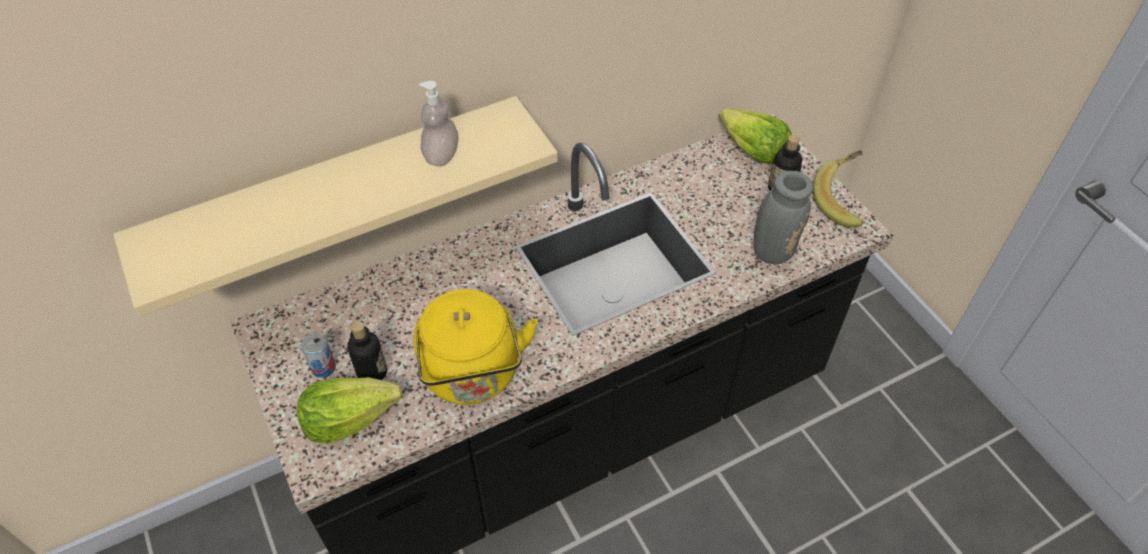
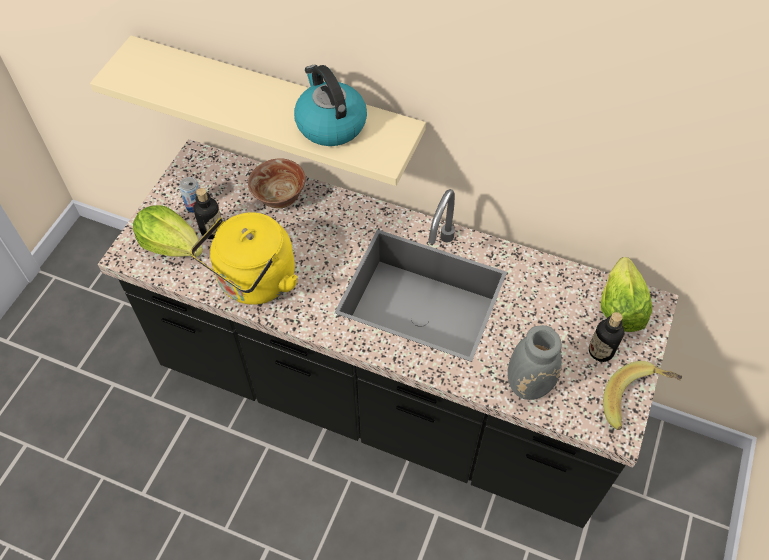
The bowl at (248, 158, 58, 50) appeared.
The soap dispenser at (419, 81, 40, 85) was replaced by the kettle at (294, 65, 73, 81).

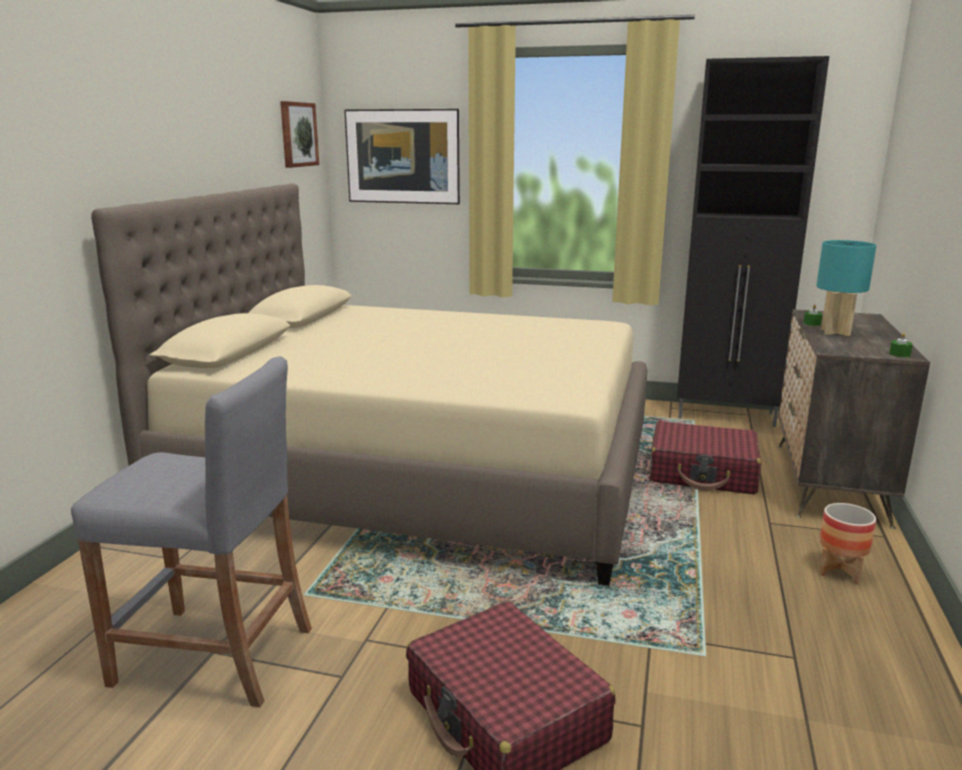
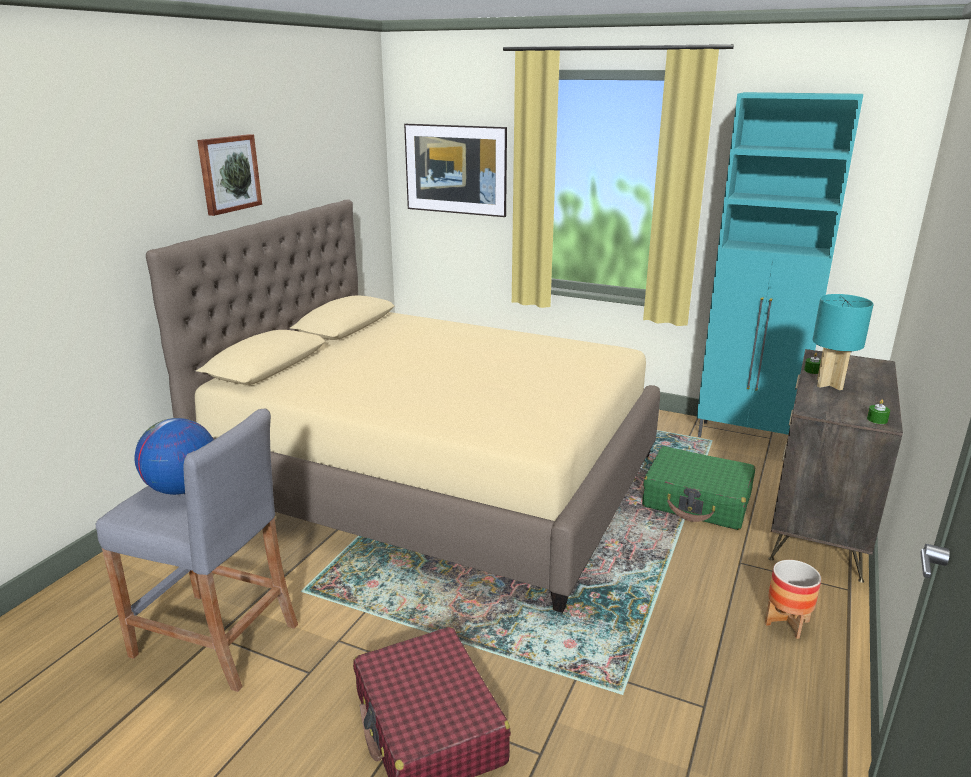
The globe at (135, 418, 79, 77) appeared.
The picture moved from (280, 101, 39, 67) to (197, 134, 65, 82).
The suitcase in red at (650, 421, 112, 73) became the suitcase in green at (642, 446, 113, 84).
The cabinet in black at (677, 56, 152, 371) became the cabinet in turquoise at (697, 92, 166, 345).

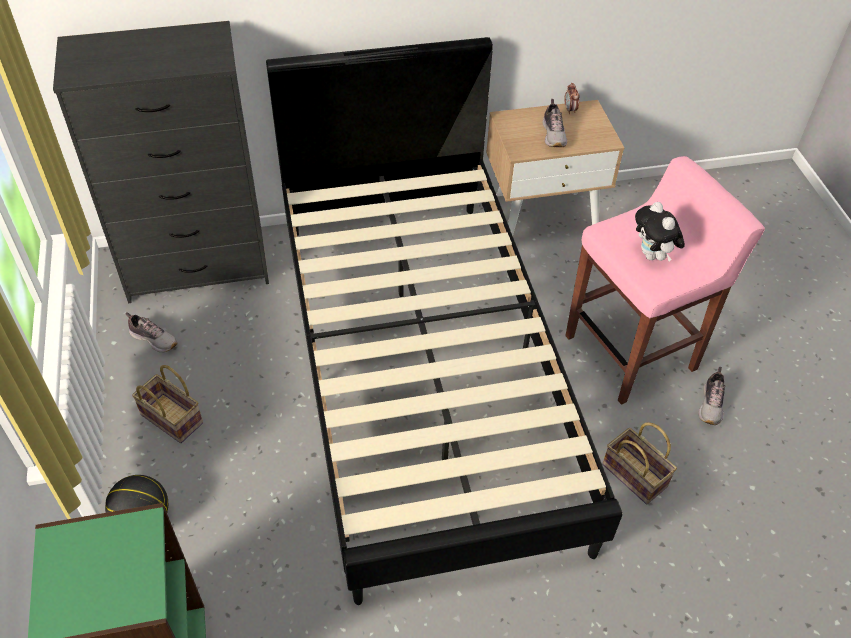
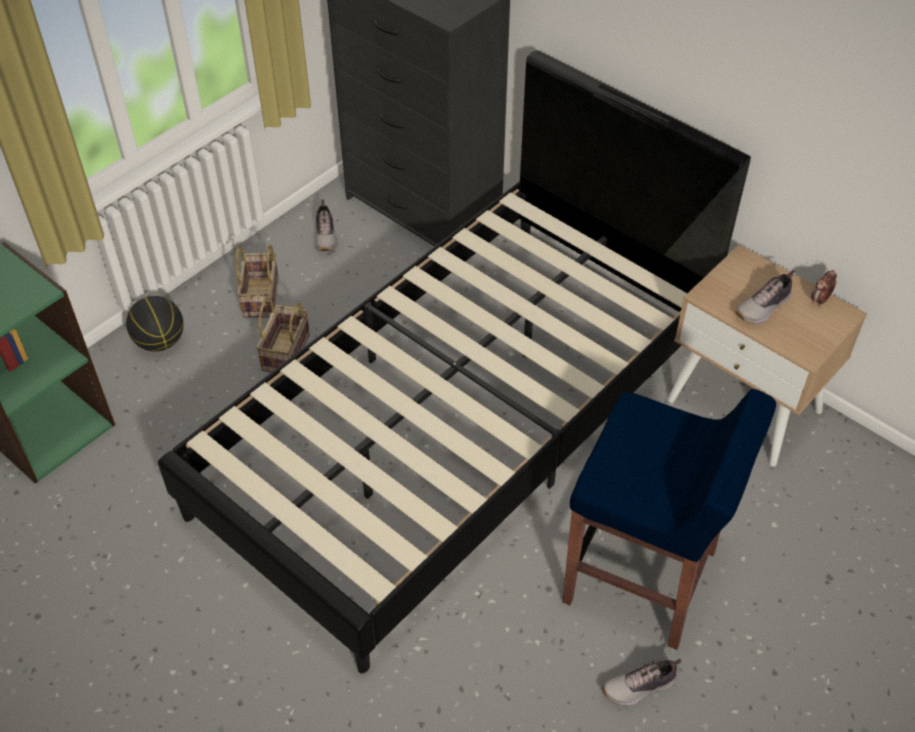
The plush toy at (635, 202, 50, 60) disappeared.
The basket moved from (602, 422, 75, 82) to (256, 297, 54, 75).
The stool in pink at (565, 156, 200, 249) became the stool in blue at (562, 389, 214, 261).

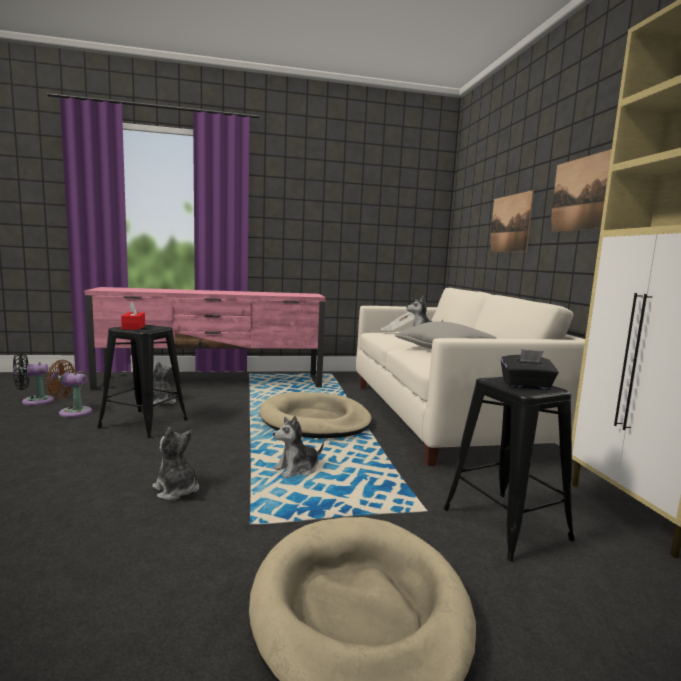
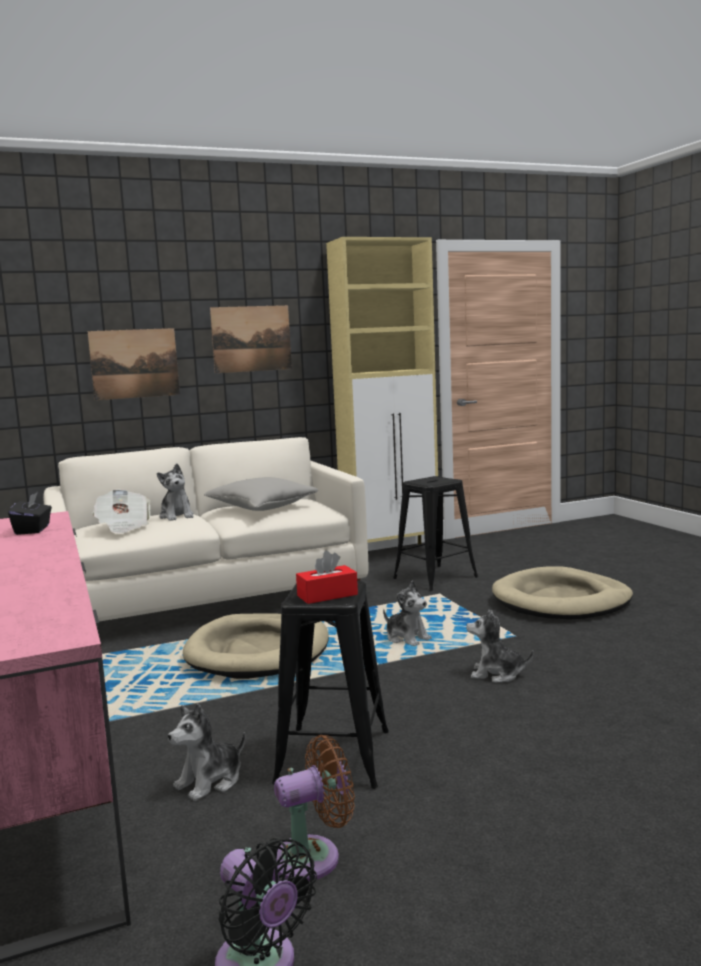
The tissue box in black moved from (501, 349, 58, 41) to (8, 492, 44, 43).
The fan in brown at (45, 360, 47, 58) turned 105 degrees counterclockwise.
The plush toy at (152, 427, 47, 73) turned 75 degrees clockwise.

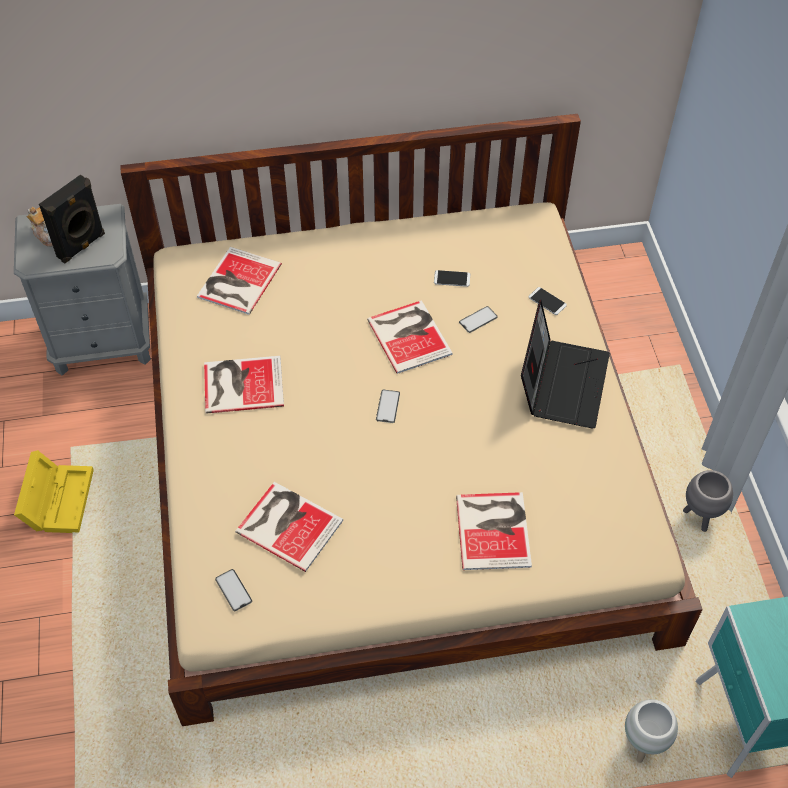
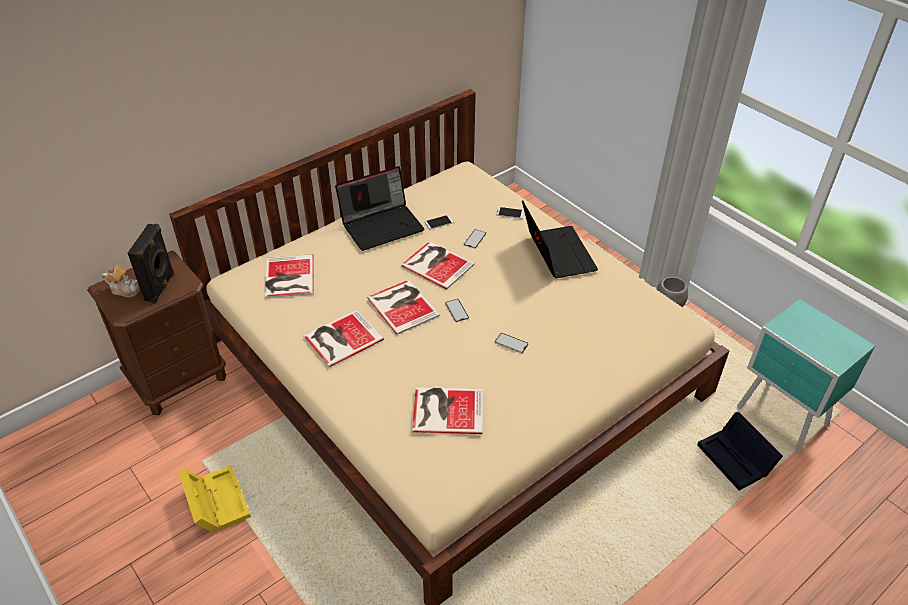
The laptop at (335, 166, 89, 85) appeared.
The phone moved from (215, 569, 37, 42) to (495, 333, 33, 20).
The book moved from (456, 492, 76, 78) to (367, 280, 73, 55).
The planter in white at (625, 699, 53, 64) was replaced by the storage box in black at (697, 412, 86, 78).
The nightstand in grey at (14, 204, 137, 172) became the nightstand in brown at (87, 251, 139, 164).

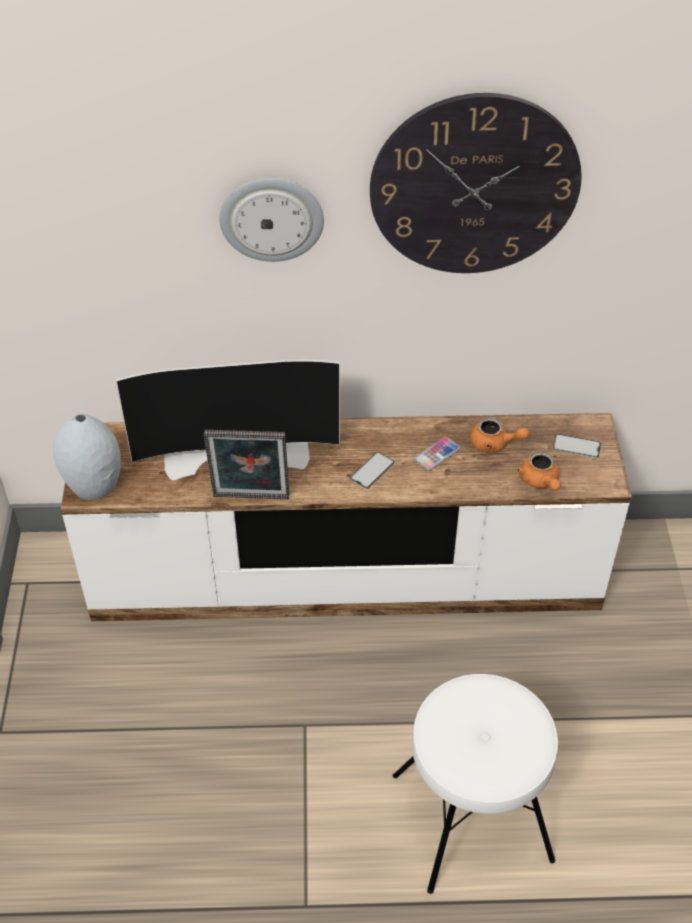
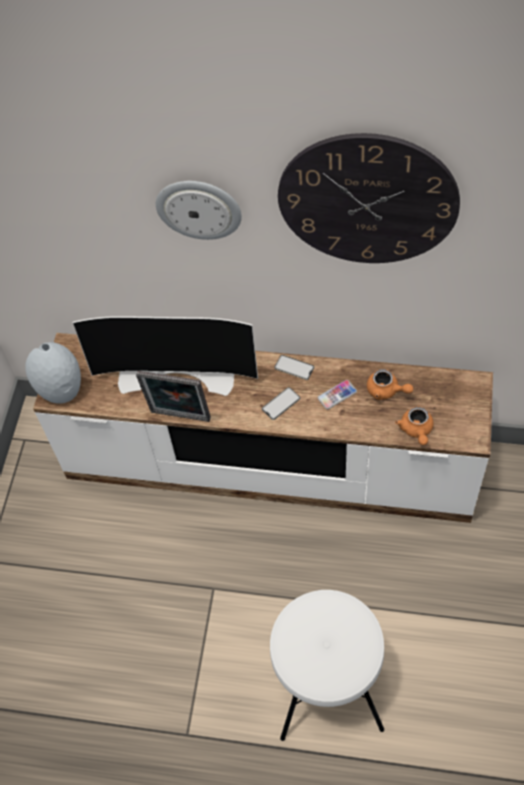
The phone moved from (553, 434, 48, 24) to (274, 355, 40, 25).

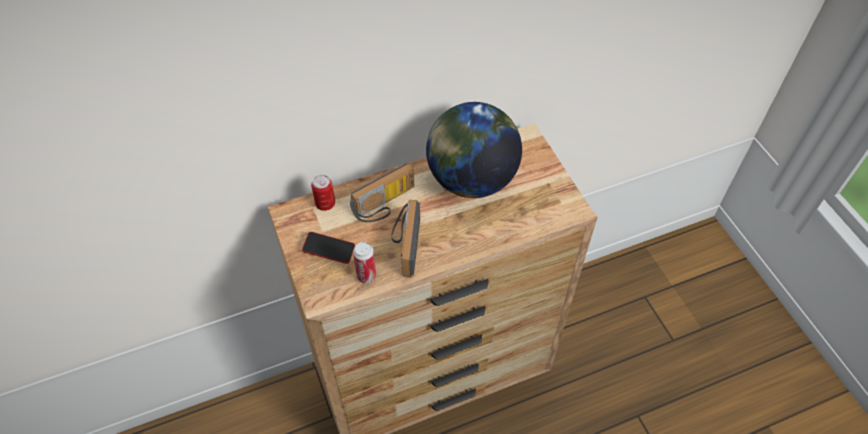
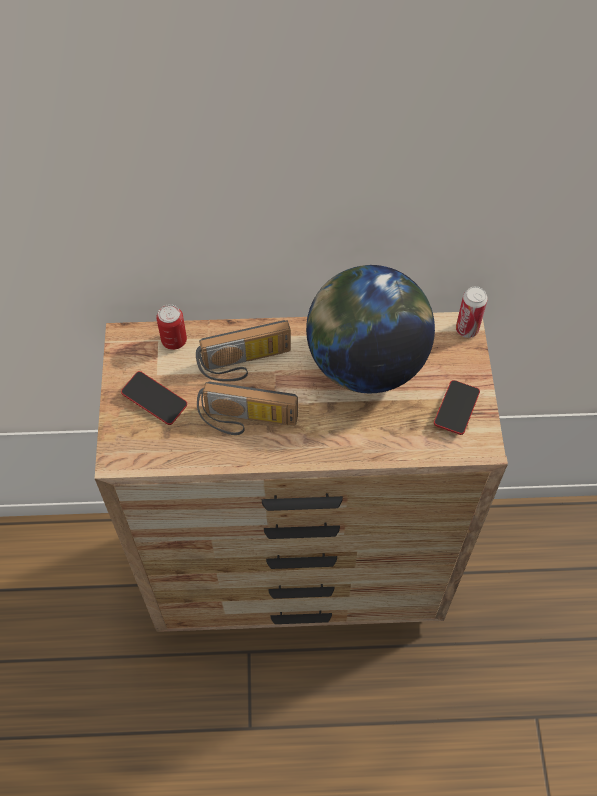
The phone at (434, 380, 46, 55) appeared.
The can moved from (353, 242, 23, 41) to (456, 286, 32, 52).
The radio at (391, 200, 29, 77) turned 105 degrees counterclockwise.

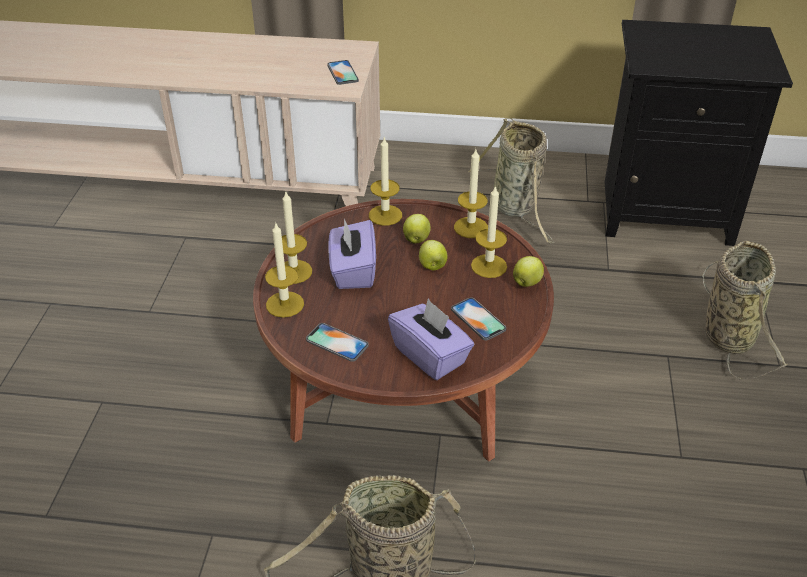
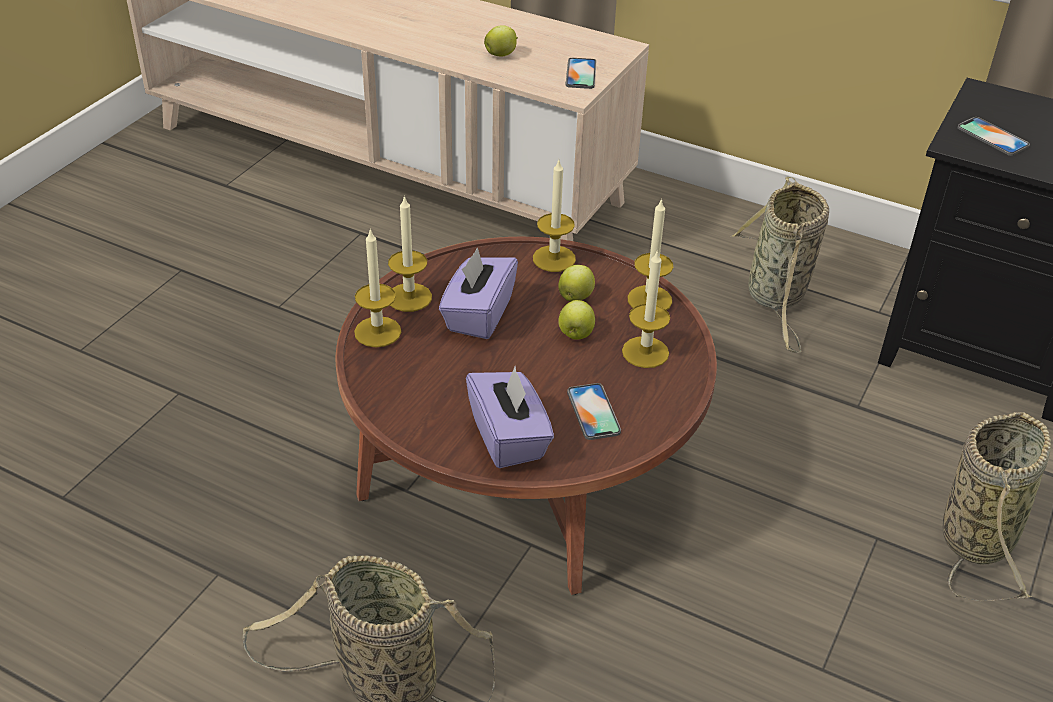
The phone moved from (306, 323, 63, 39) to (957, 117, 73, 39).
The apple moved from (513, 256, 31, 31) to (484, 25, 34, 32).

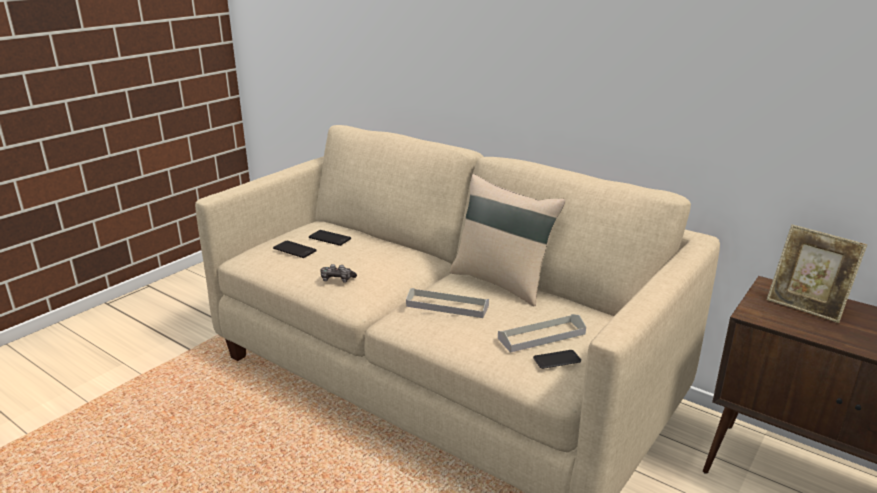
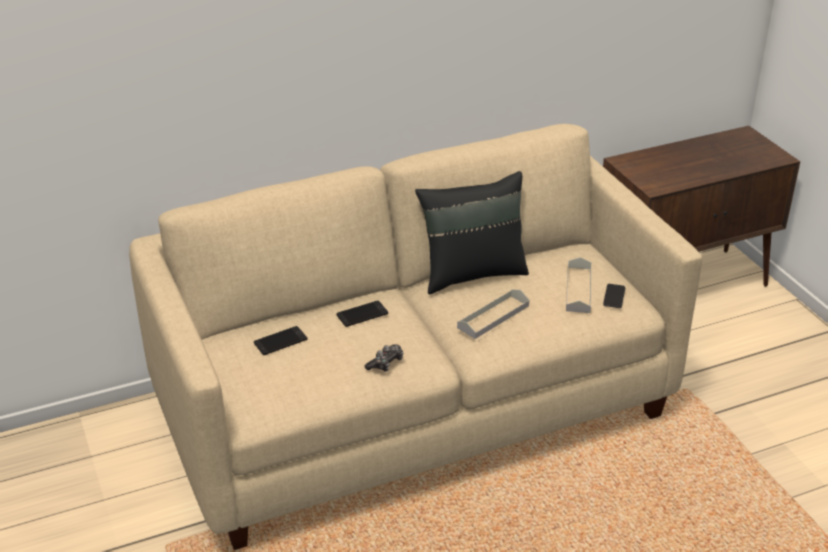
The picture frame at (767, 224, 100, 99) disappeared.
The phone moved from (273, 240, 43, 18) to (337, 301, 51, 26).
The pillow in beige at (450, 174, 115, 133) became the pillow in black at (415, 171, 114, 123).

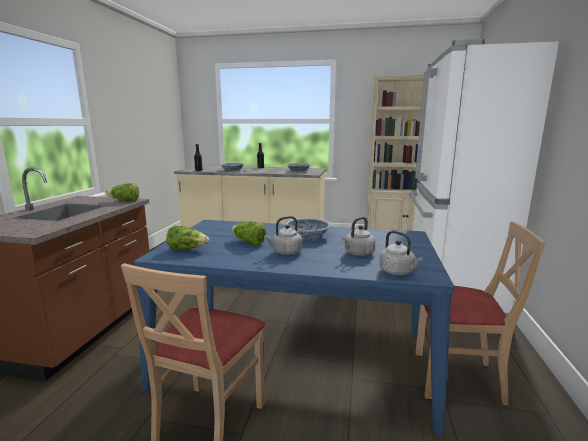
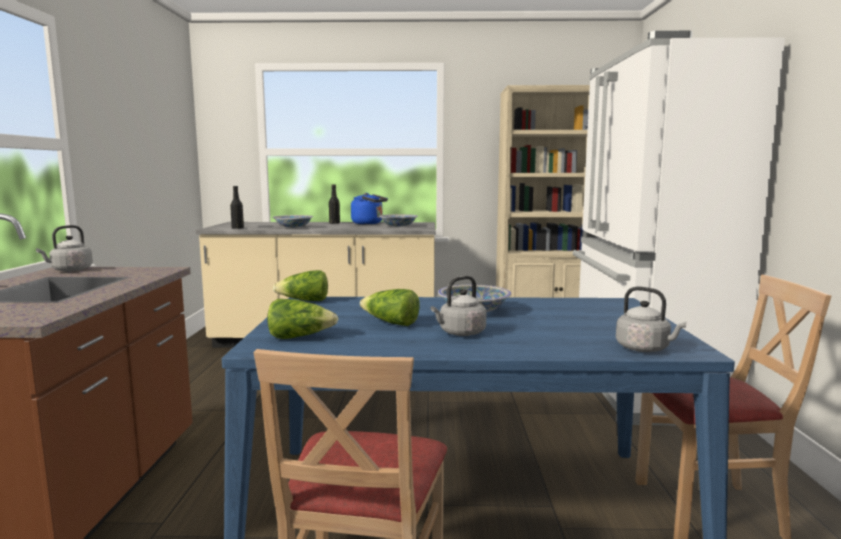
The kettle in blue at (351, 193, 37, 31) appeared.
The lettuce moved from (106, 183, 33, 18) to (273, 270, 55, 31).
The kettle in grey moved from (342, 217, 33, 39) to (36, 225, 57, 47).

